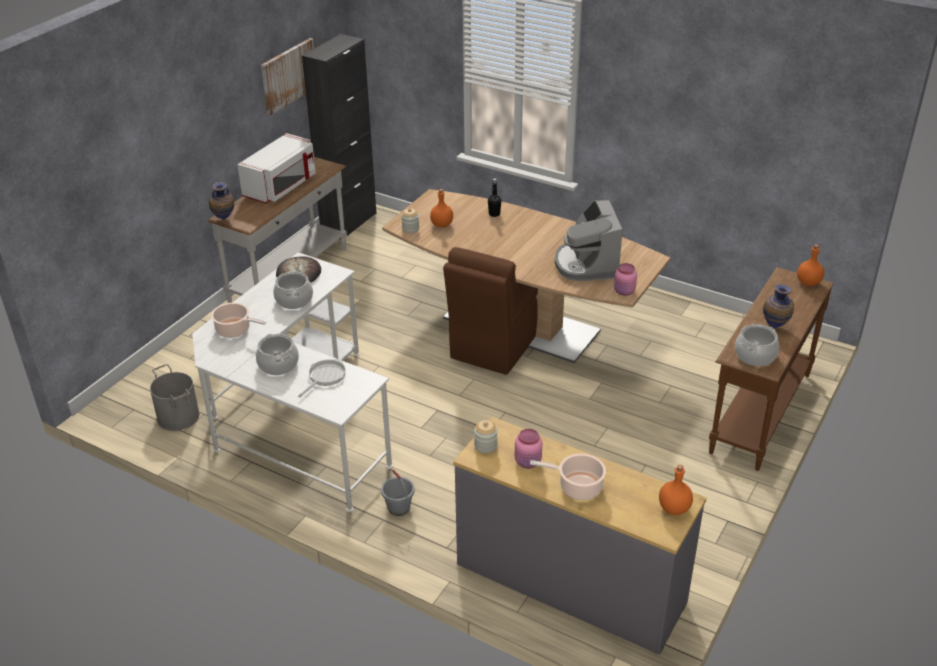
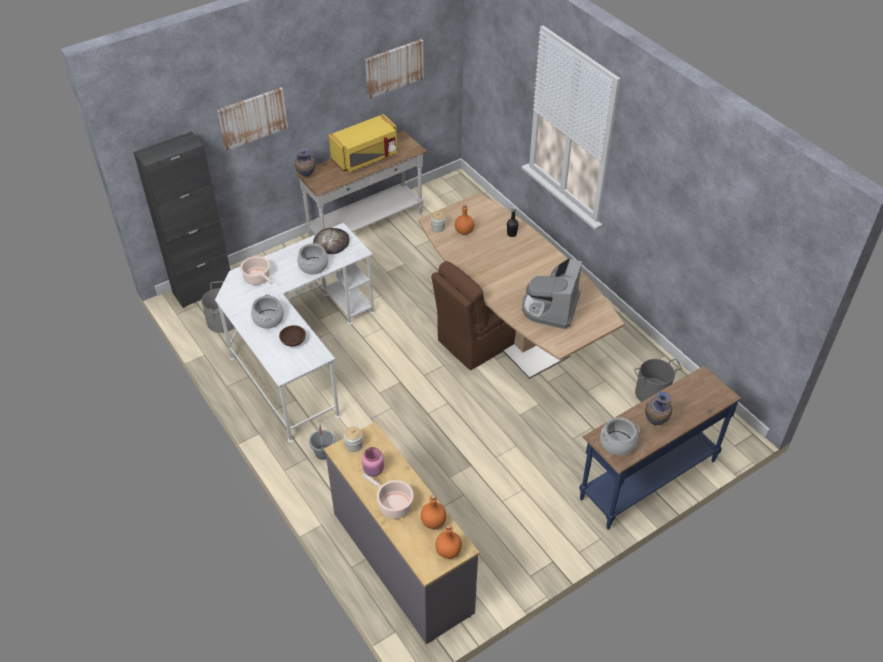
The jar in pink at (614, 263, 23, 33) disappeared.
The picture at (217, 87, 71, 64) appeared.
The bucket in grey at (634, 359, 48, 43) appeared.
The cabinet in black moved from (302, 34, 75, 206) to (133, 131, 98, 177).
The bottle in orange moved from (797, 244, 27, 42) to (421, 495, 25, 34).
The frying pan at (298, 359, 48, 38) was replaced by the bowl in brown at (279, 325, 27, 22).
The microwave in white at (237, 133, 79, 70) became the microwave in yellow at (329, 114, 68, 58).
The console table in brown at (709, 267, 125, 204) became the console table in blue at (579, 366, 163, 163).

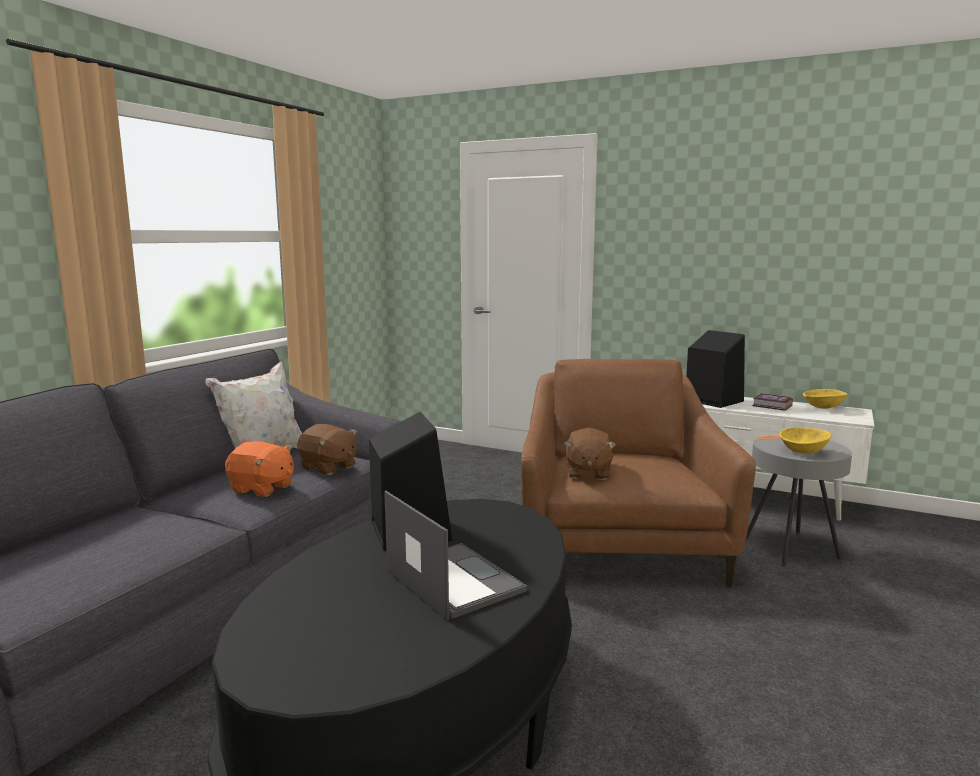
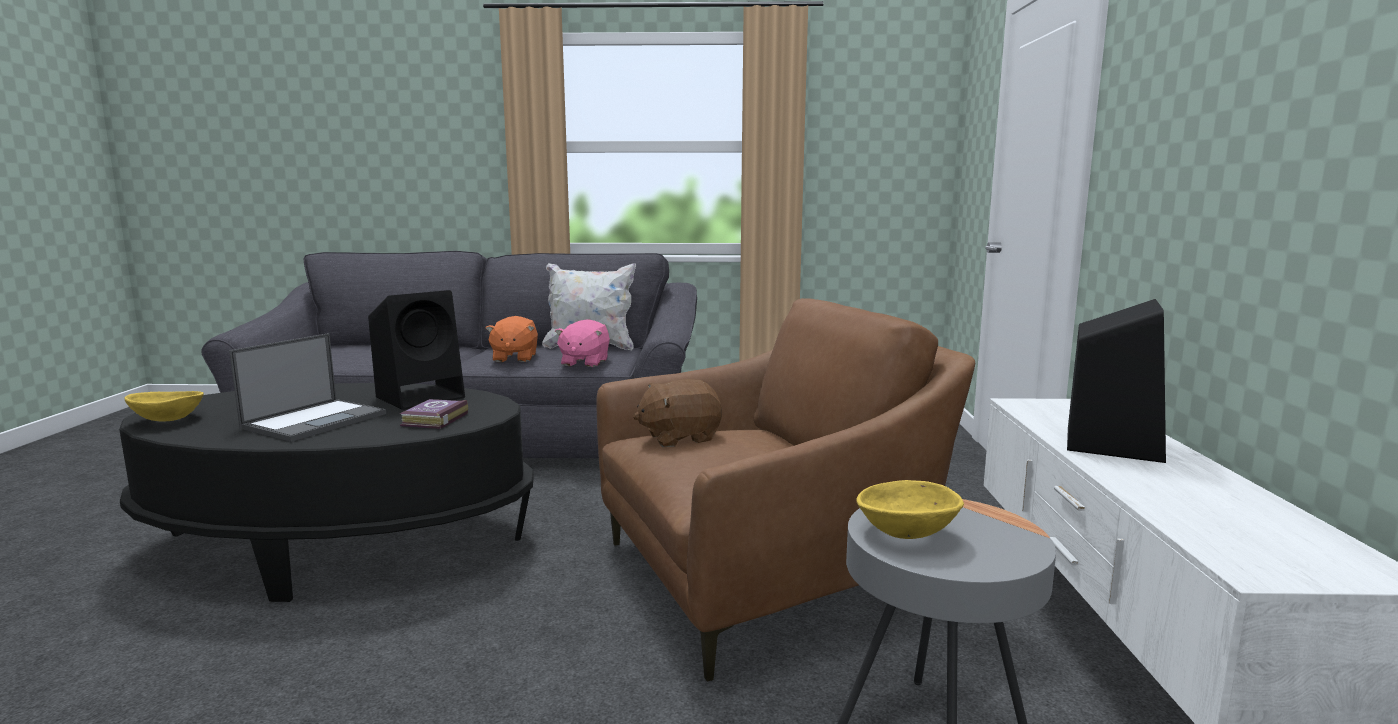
The book moved from (752, 393, 41, 18) to (399, 399, 69, 30).
The bowl in yellow moved from (803, 389, 45, 20) to (124, 391, 80, 31).
The plush toy in brown at (297, 424, 60, 51) became the plush toy in pink at (555, 319, 55, 48).

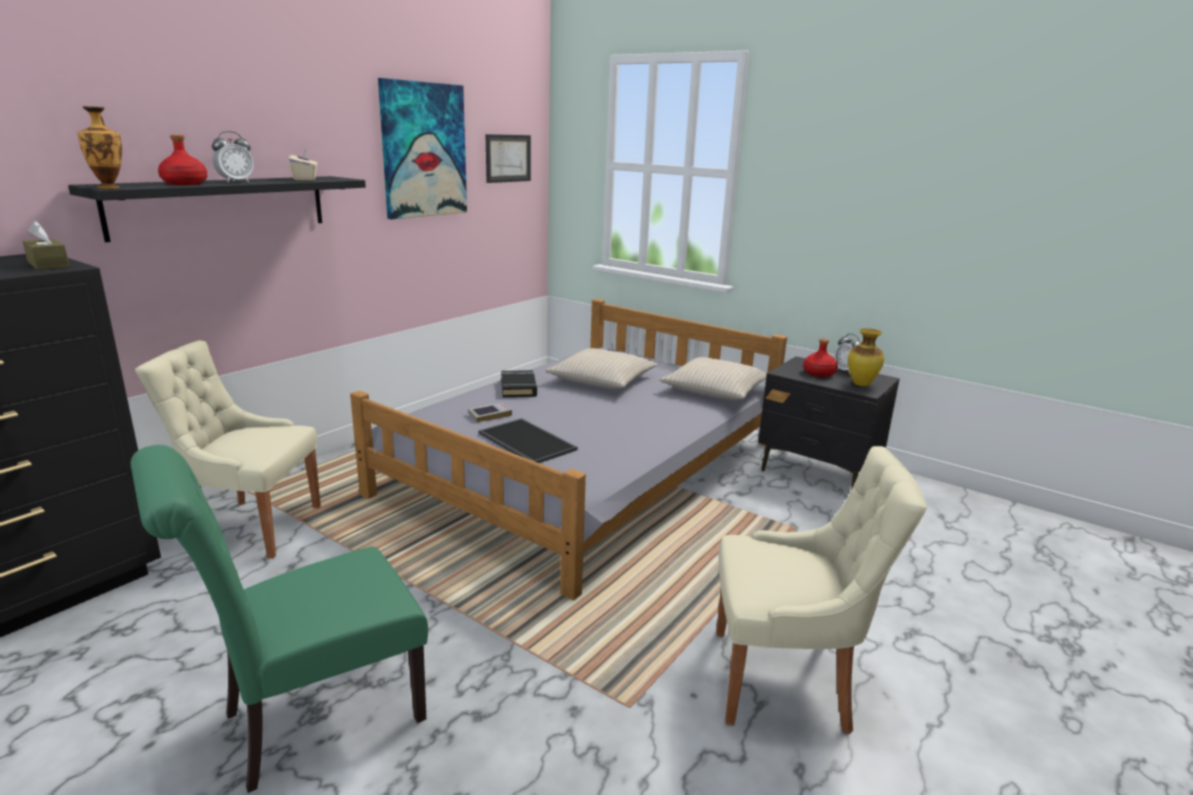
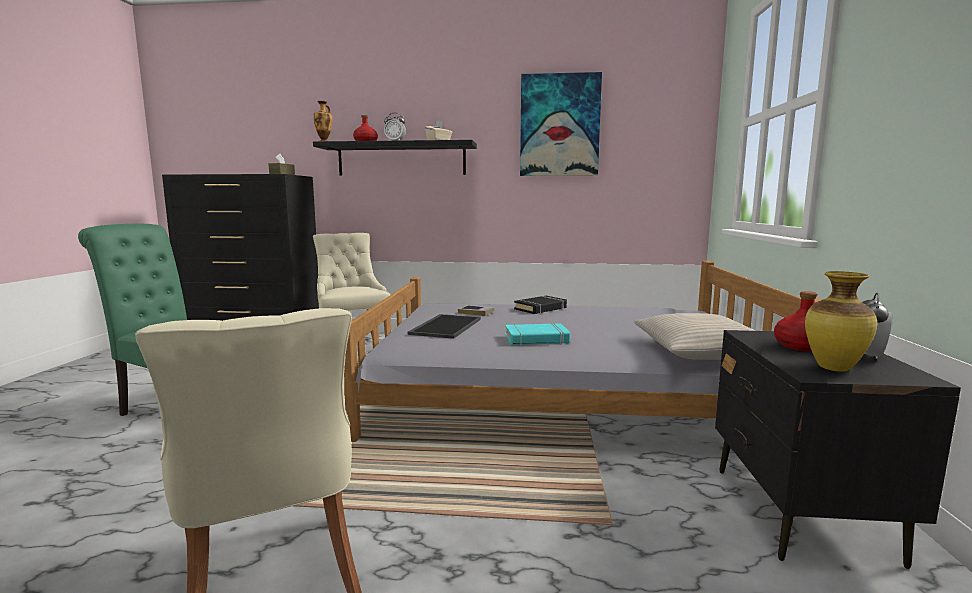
The picture at (486, 134, 45, 49) disappeared.
The pillow in beige at (545, 348, 113, 41) disappeared.
The book in turquoise at (505, 323, 65, 23) appeared.

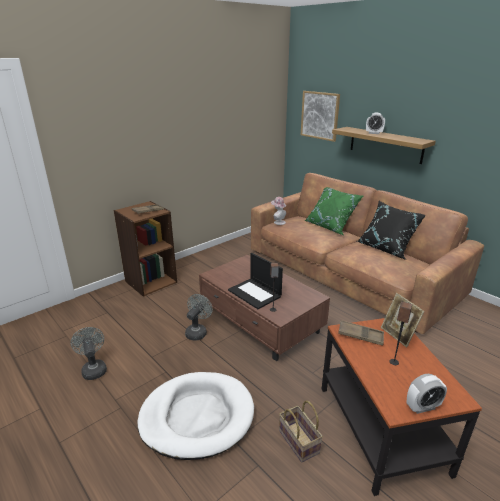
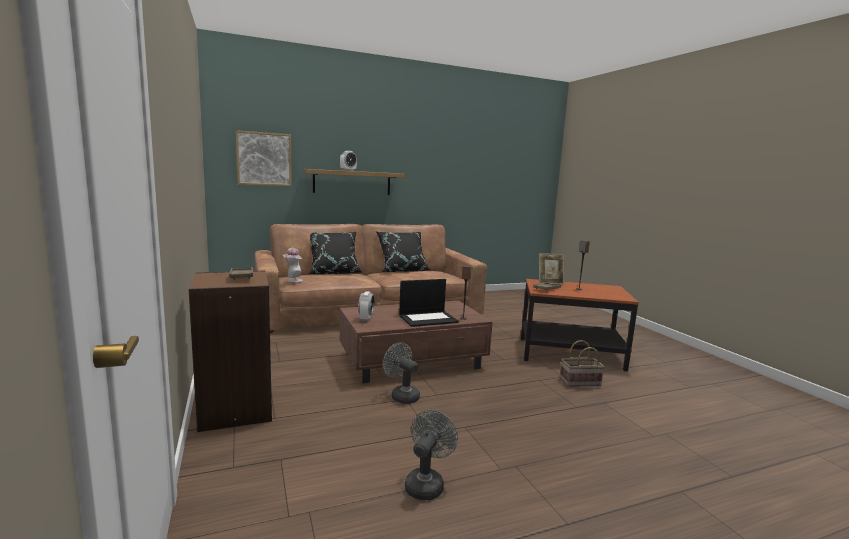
The dog bed in white at (137, 372, 117, 88) disappeared.
The alarm clock moved from (407, 374, 40, 40) to (358, 291, 17, 31).
The pillow in green at (305, 187, 58, 48) became the pillow in black at (308, 232, 54, 42).
The fan in grey at (71, 327, 36, 53) turned 120 degrees clockwise.

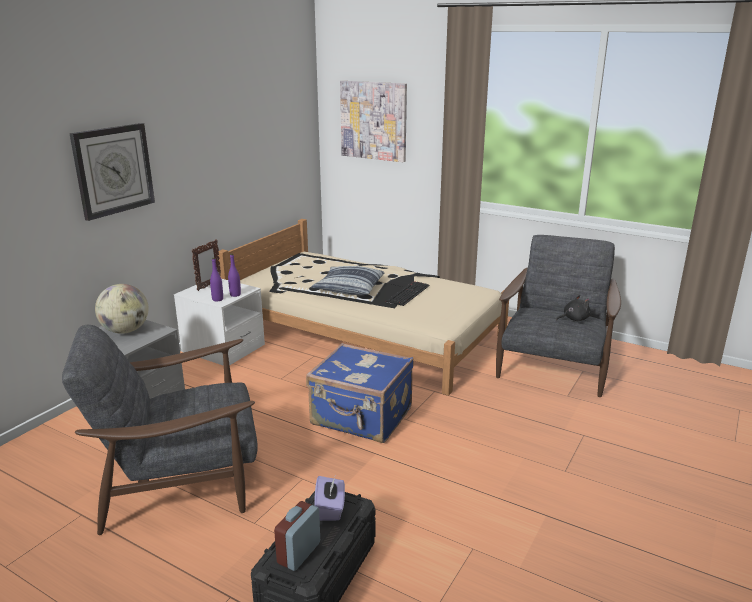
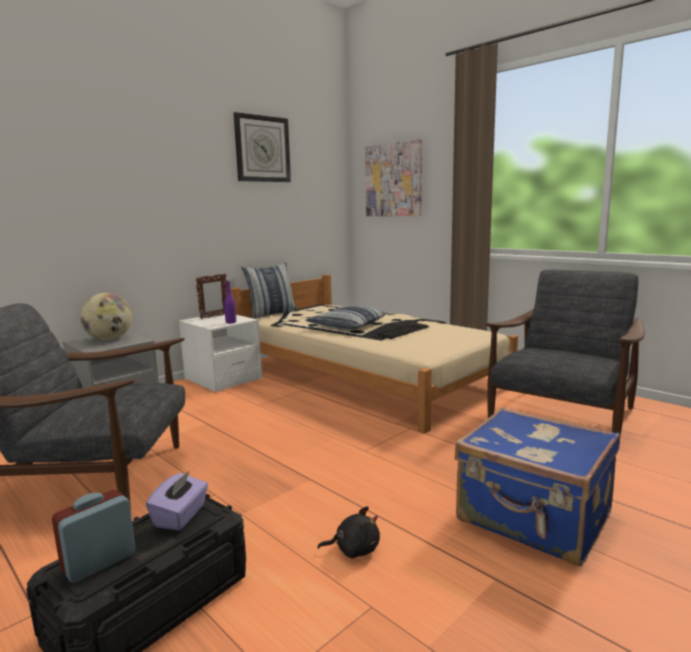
The bottle in purple at (210, 258, 13, 44) disappeared.
The pillow at (241, 262, 57, 57) appeared.
The wall clock moved from (70, 123, 85, 98) to (234, 112, 57, 70).
The suitcase in blue moved from (306, 343, 108, 100) to (454, 407, 166, 160).
The plush toy in black moved from (556, 295, 34, 26) to (317, 506, 63, 52).

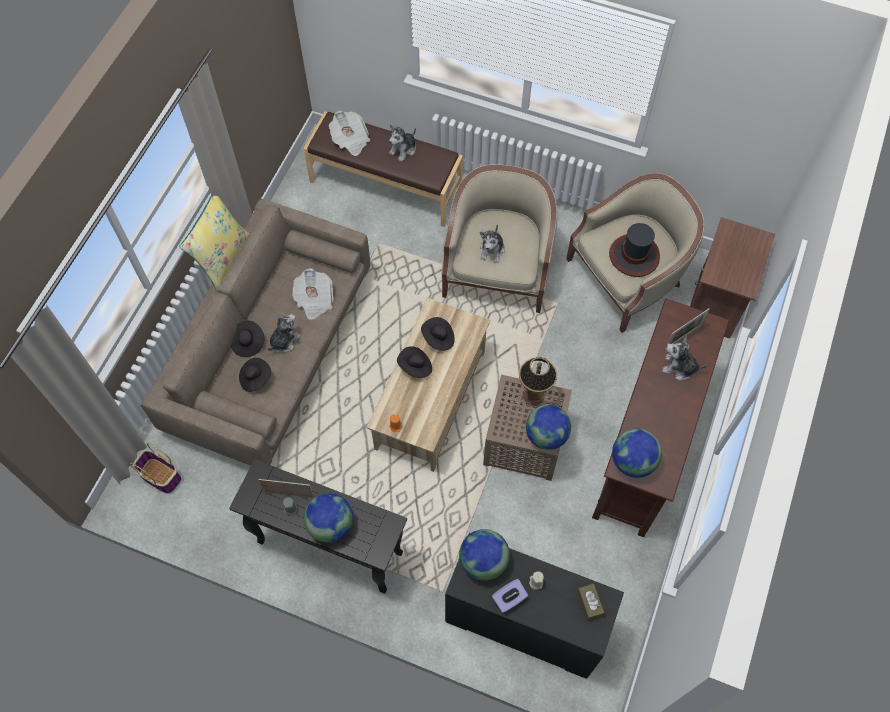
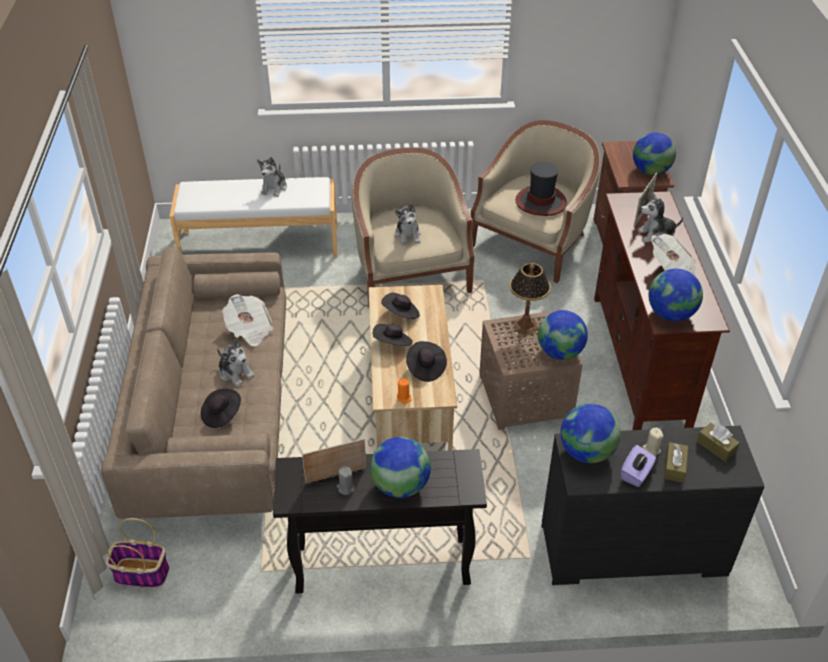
The pillow in yellow at (179, 196, 70, 95) disappeared.
The globe at (633, 132, 43, 43) appeared.
The tissue box in brown at (664, 442, 24, 41) appeared.
The hat in black moved from (231, 320, 33, 37) to (406, 341, 41, 41).
The newspaper moved from (329, 111, 41, 45) to (651, 234, 45, 43).
The bench in brown at (303, 112, 160, 115) became the bench in white at (169, 177, 168, 81).
The plush toy at (268, 314, 33, 38) turned 120 degrees clockwise.

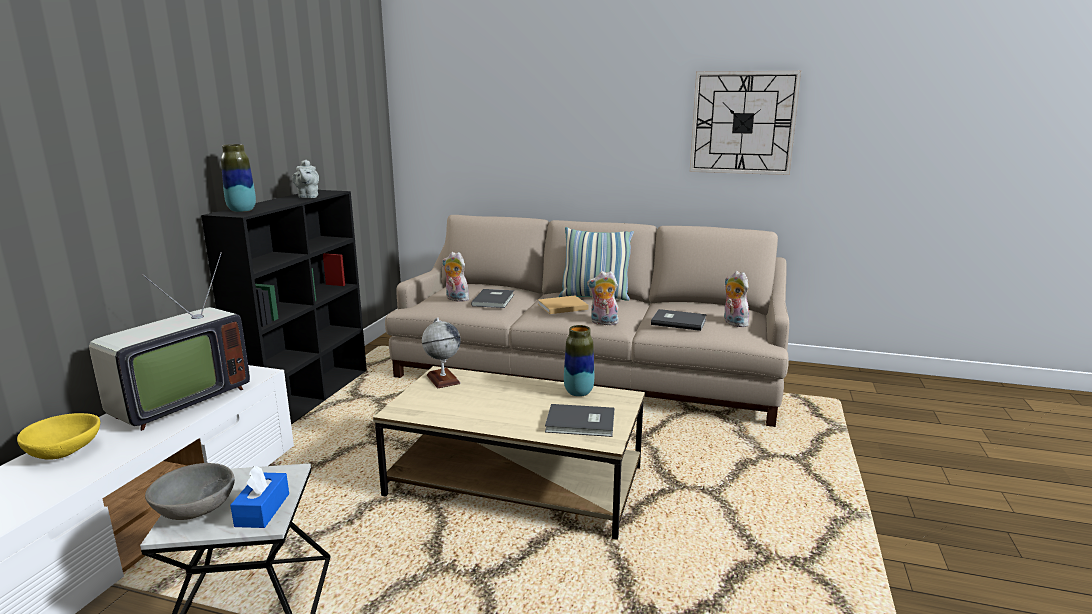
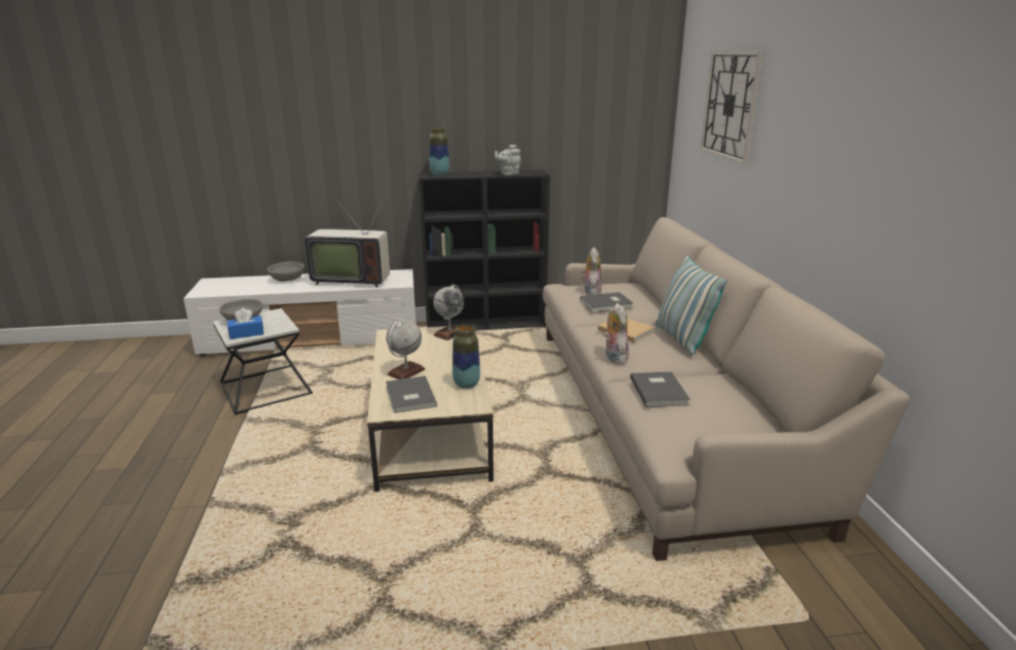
The plush toy at (724, 271, 25, 56) disappeared.
The globe at (386, 320, 39, 60) appeared.
The wall clock moved from (690, 71, 111, 104) to (700, 51, 64, 114).
The bowl in yellow at (17, 413, 83, 47) became the bowl in grey at (267, 262, 37, 19).

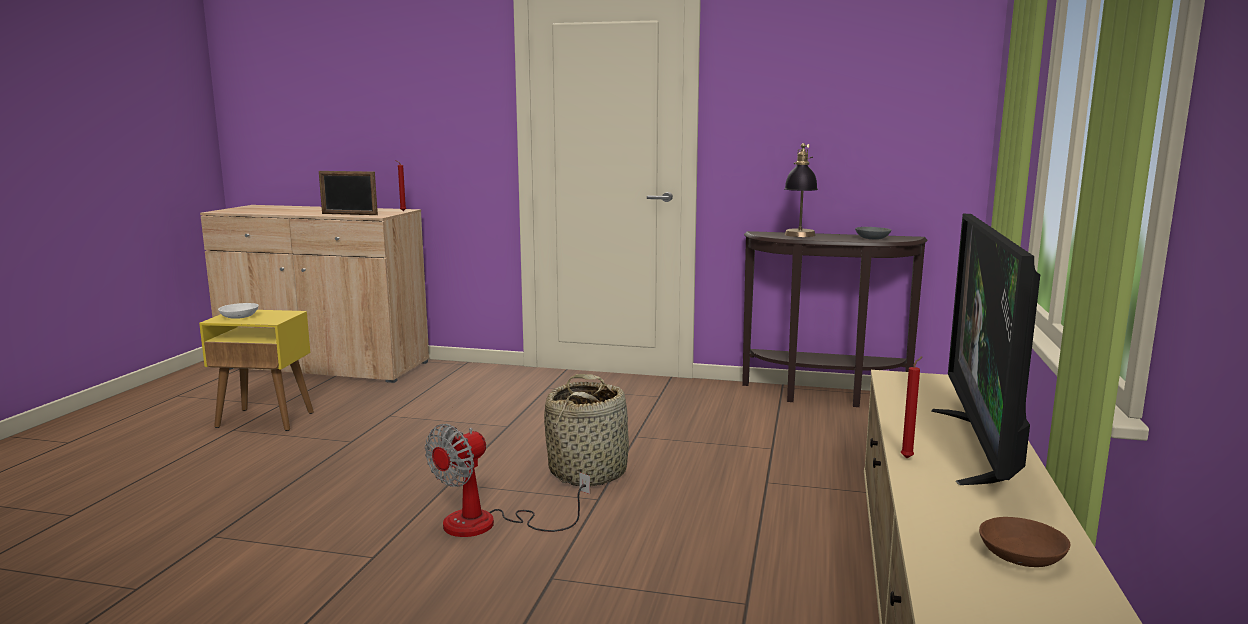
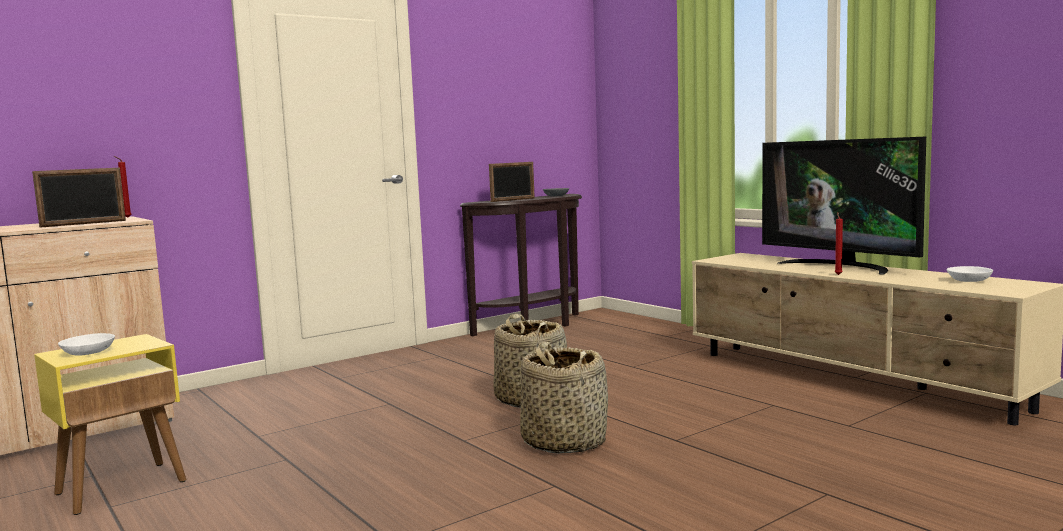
The fan at (425, 424, 165, 113) was replaced by the basket at (520, 341, 88, 113).
The table lamp at (784, 143, 34, 94) was replaced by the picture frame at (489, 162, 46, 40).
The bowl in brown at (979, 517, 91, 50) became the bowl in white at (947, 266, 46, 16).

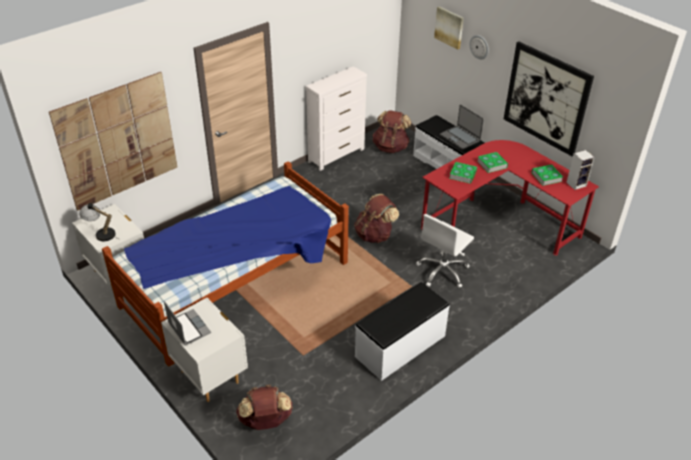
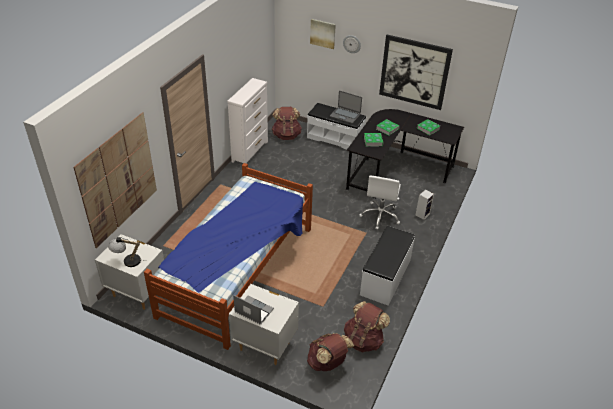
The backpack in brown moved from (354, 194, 45, 49) to (344, 301, 46, 51).
The speaker moved from (566, 150, 28, 40) to (416, 189, 18, 31).
The desk in red at (421, 140, 178, 116) became the desk in black at (346, 109, 118, 90).

